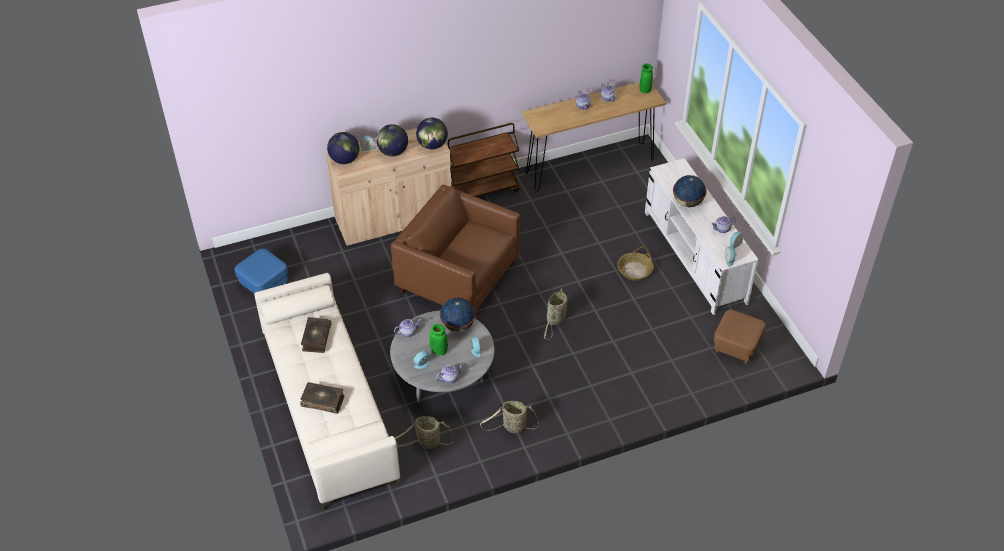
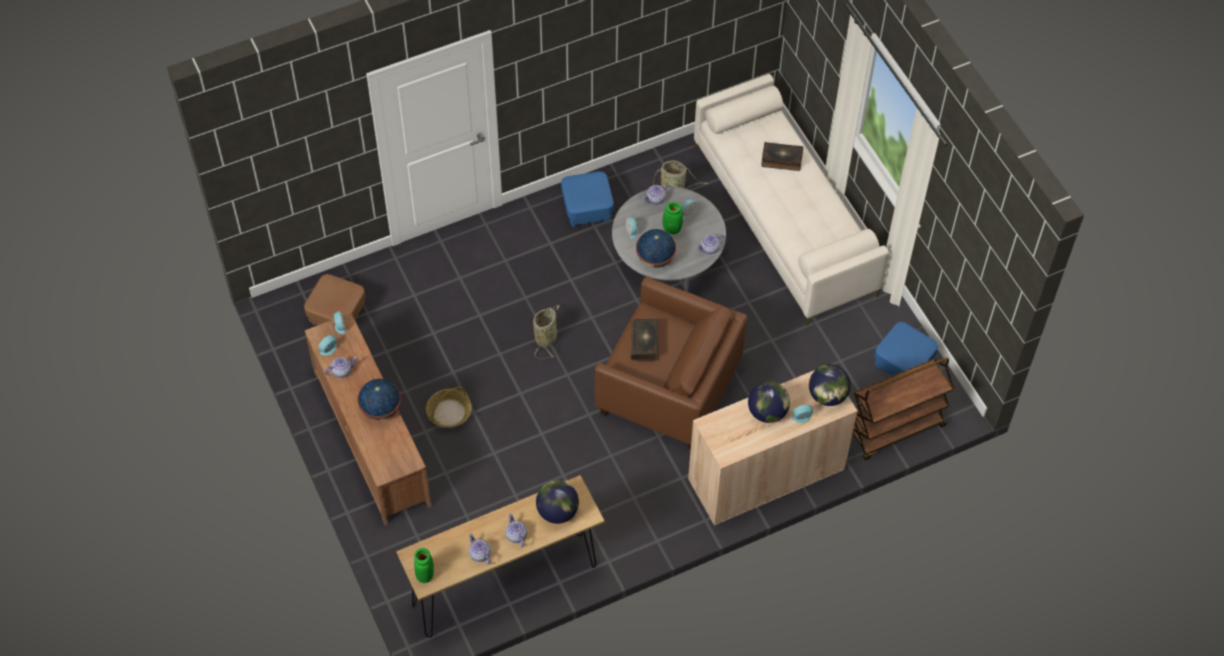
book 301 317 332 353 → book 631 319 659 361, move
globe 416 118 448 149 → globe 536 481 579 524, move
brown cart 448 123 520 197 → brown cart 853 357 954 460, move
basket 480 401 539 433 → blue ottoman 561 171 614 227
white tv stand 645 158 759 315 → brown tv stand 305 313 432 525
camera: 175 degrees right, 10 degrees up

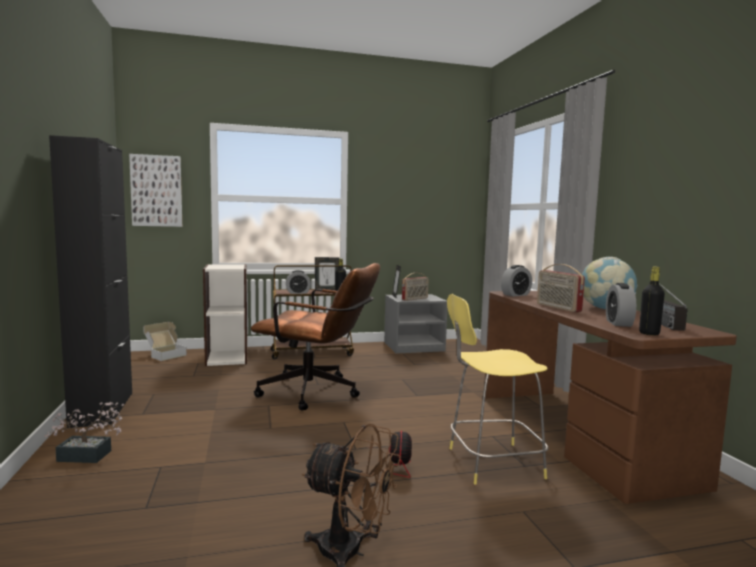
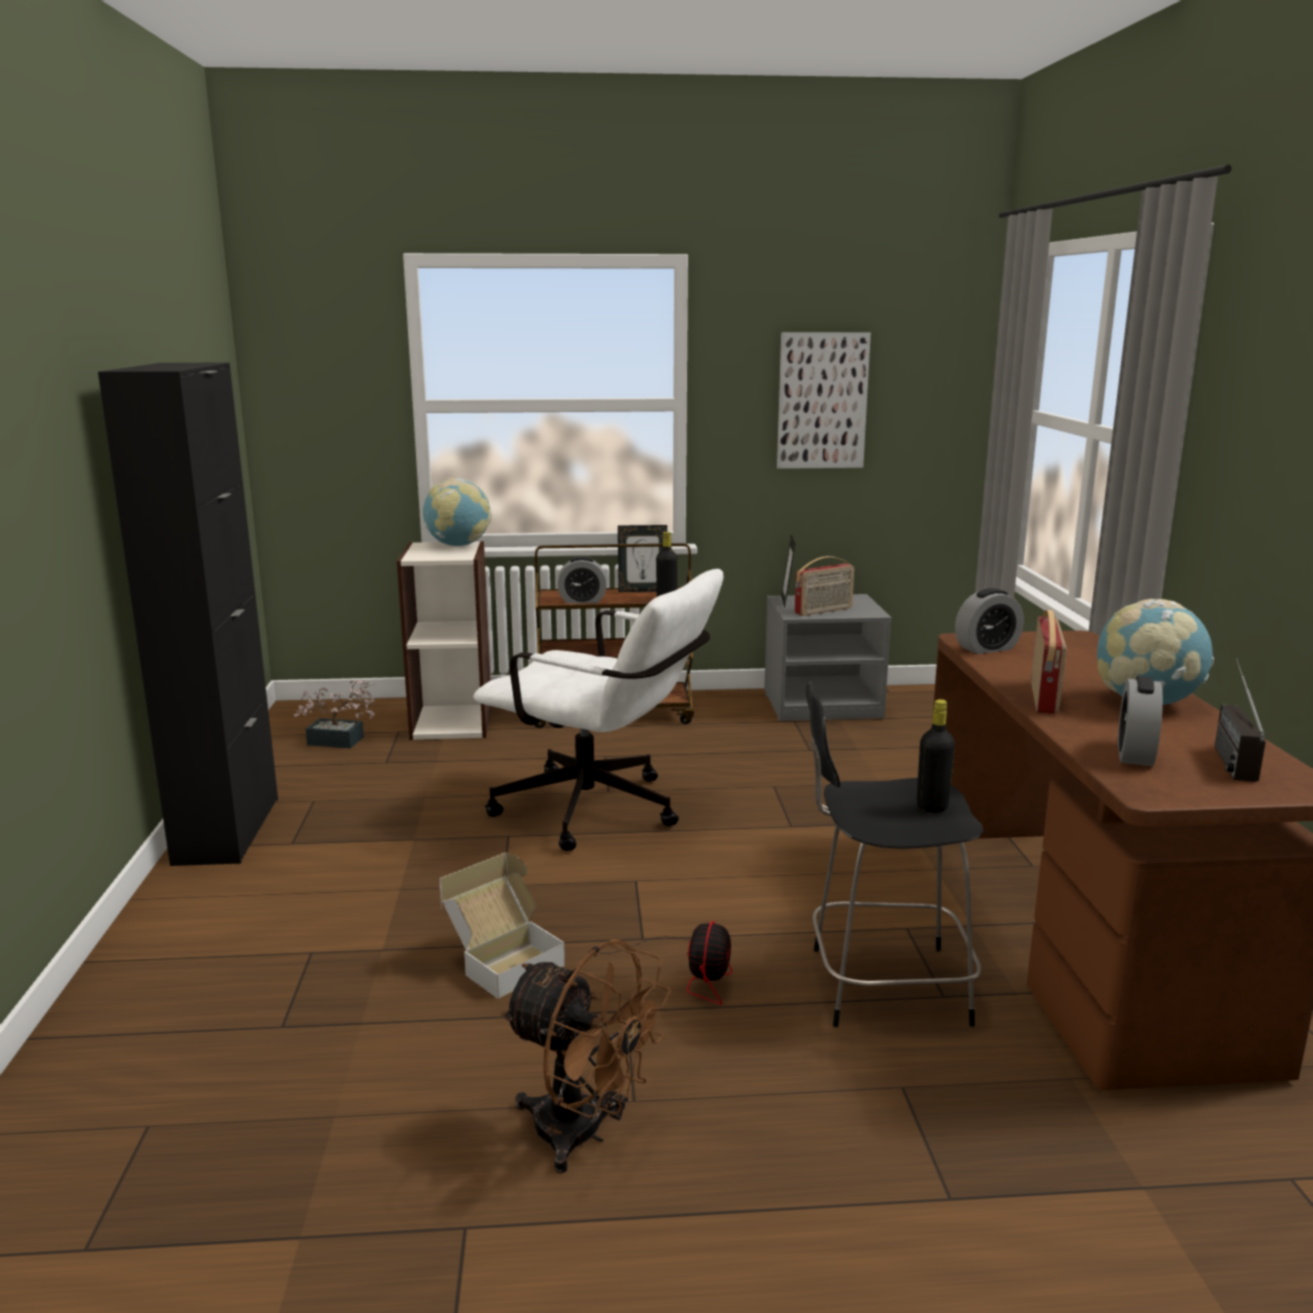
- → globe 423 478 492 546
potted plant 44 401 124 463 → potted plant 294 680 376 748, move
picture 129 154 182 227 → picture 777 332 871 469, move
cardboard box 144 322 187 361 → cardboard box 439 852 565 999, move
black bottle 639 266 665 335 → black bottle 917 699 955 813, move
brown office chair 251 263 380 411 → white office chair 473 569 723 851
yellow stool 447 294 549 484 → black stool 806 681 983 1027
radio 537 264 585 312 → radio 1031 610 1067 714, 150 degrees counterclockwise
camera: 10 degrees right, 10 degrees up

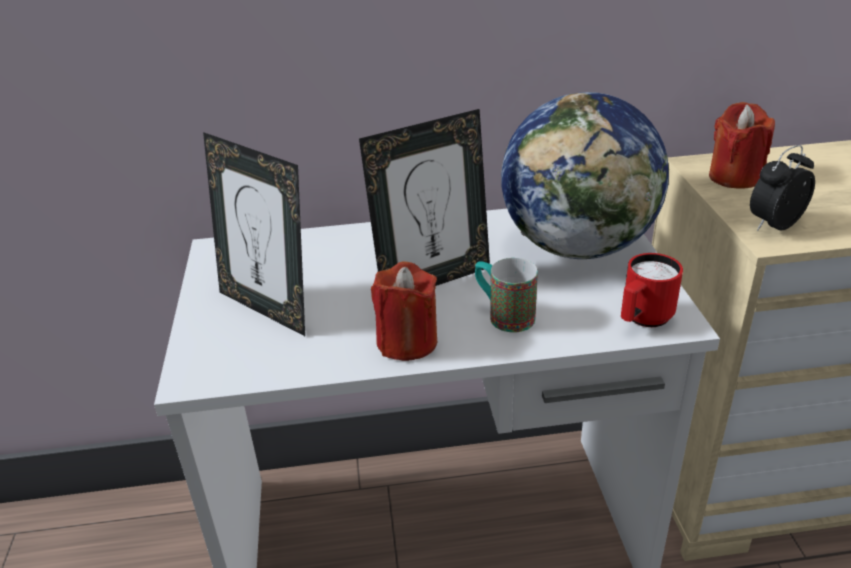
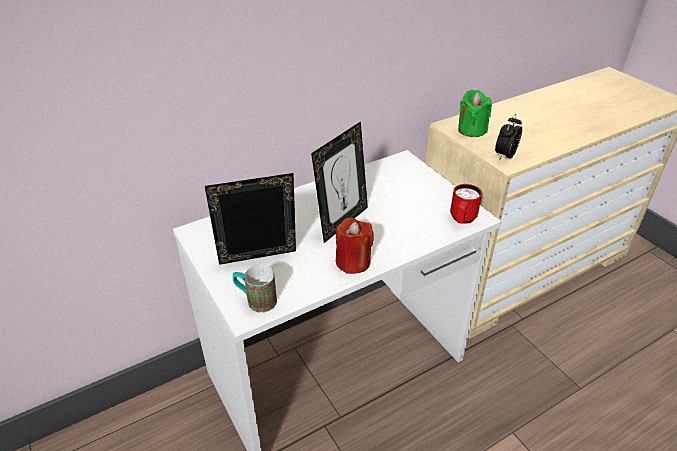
globe 501 92 669 259 → -
mug 475 258 538 333 → mug 232 265 277 313, move
red candle 709 102 775 189 → green candle 458 90 492 137
picture frame 203 132 305 336 → picture frame 205 173 296 265, 150 degrees clockwise
camera: 25 degrees left, 5 degrees up

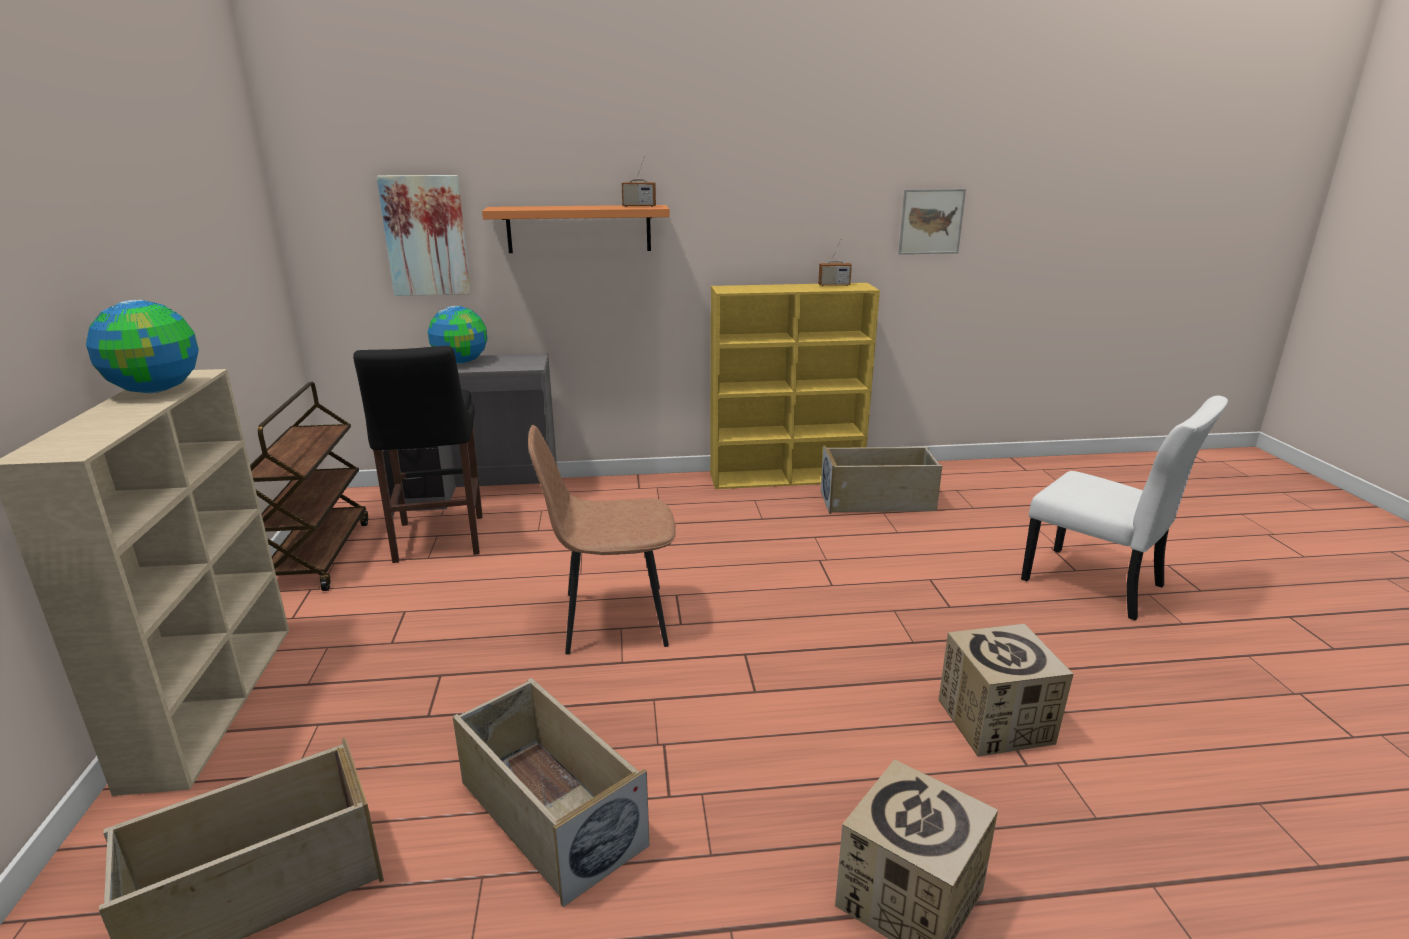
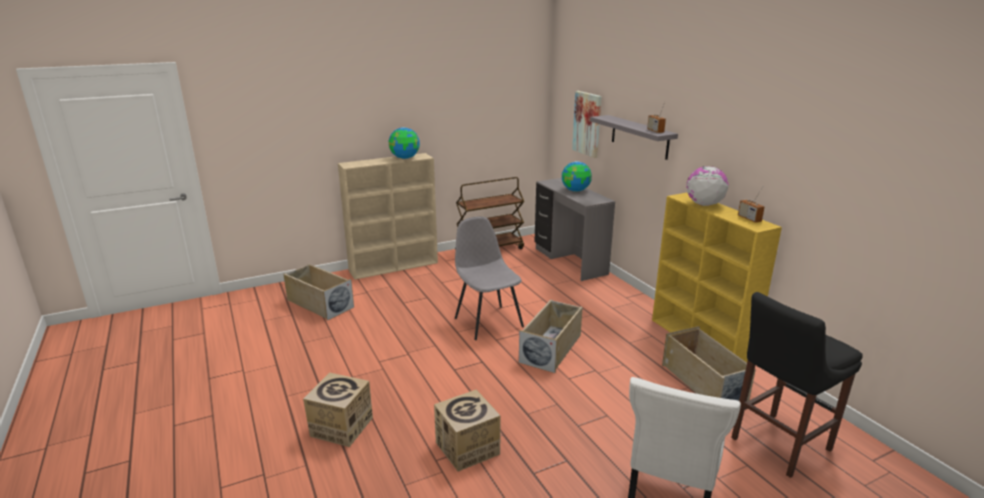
picture 898 189 966 254 → -
- → globe 686 166 729 206
black stool 353 346 483 563 → black stool 731 292 863 478, move
beige storage box 452 678 649 907 → beige storage box 519 300 583 373, move
orange shelf 482 205 670 253 → grey shelf 590 115 678 160
brown chair 528 425 676 655 → grey chair 455 216 524 340
camera: 70 degrees right, 0 degrees up

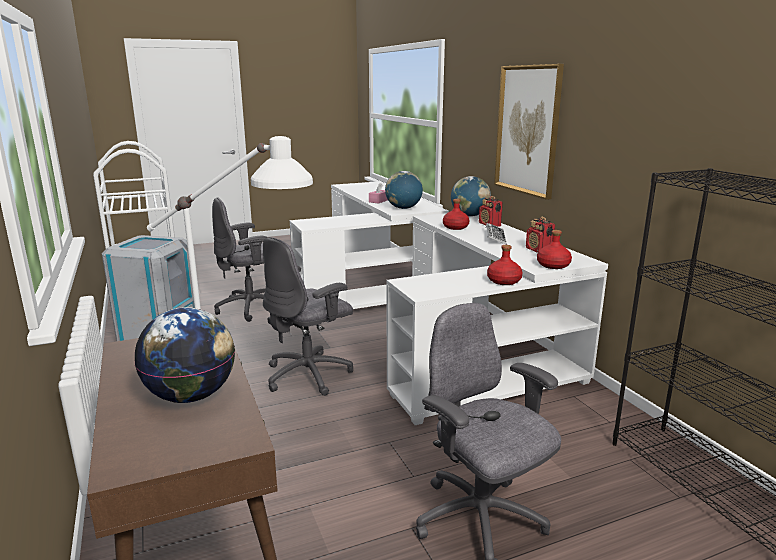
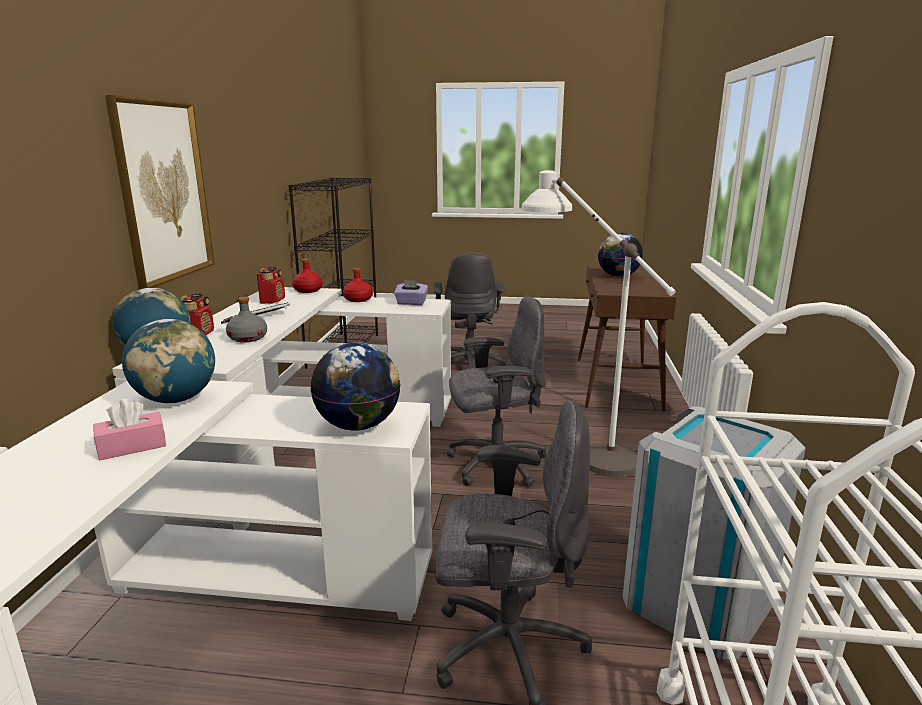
- → globe 310 342 401 431
- → purple tissue box 394 280 428 305
red bottle 443 199 469 230 → grey bottle 226 297 267 343
camera: 150 degrees left, 0 degrees up

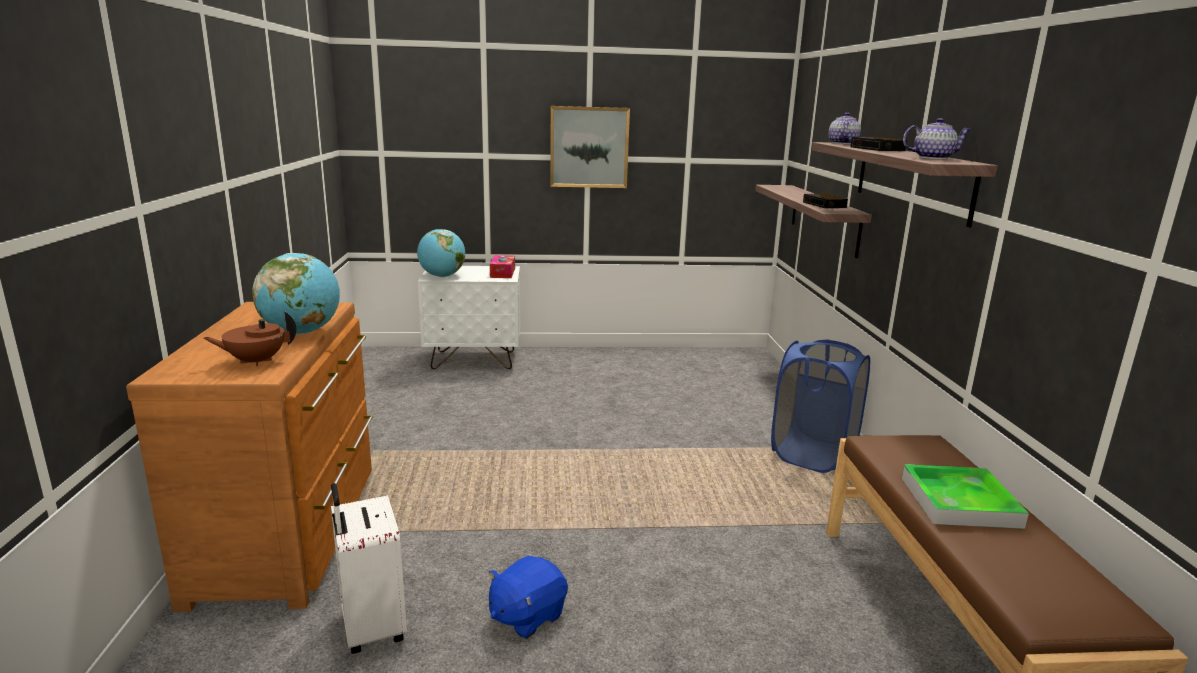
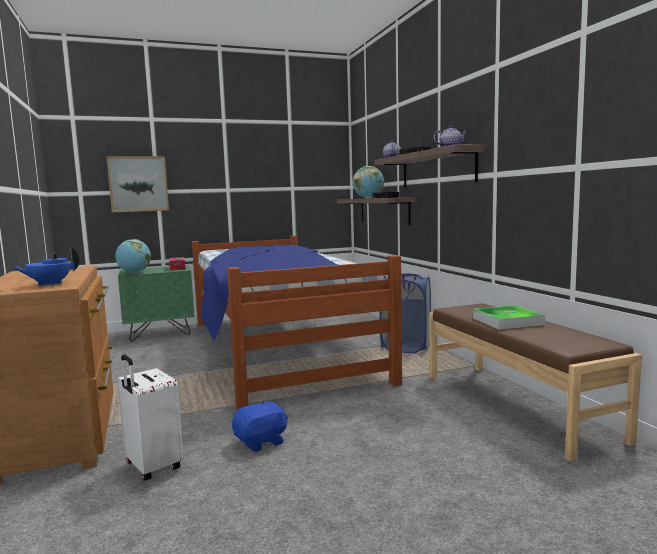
- → bed 192 235 402 411
globe 252 253 340 334 → globe 353 166 384 198, move
picture 550 106 630 188 → picture 106 156 169 212, move
brown teapot 203 311 296 366 → blue teapot 12 247 79 286
white nightstand 418 266 520 369 → green nightstand 118 265 195 341
blue plush toy 489 556 568 639 → blue plush toy 232 400 288 452, 150 degrees counterclockwise
camera: 15 degrees left, 10 degrees down

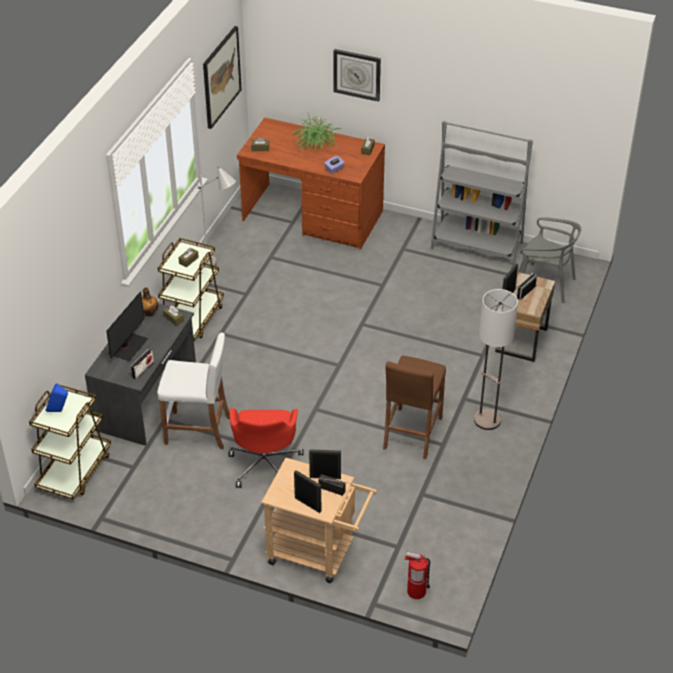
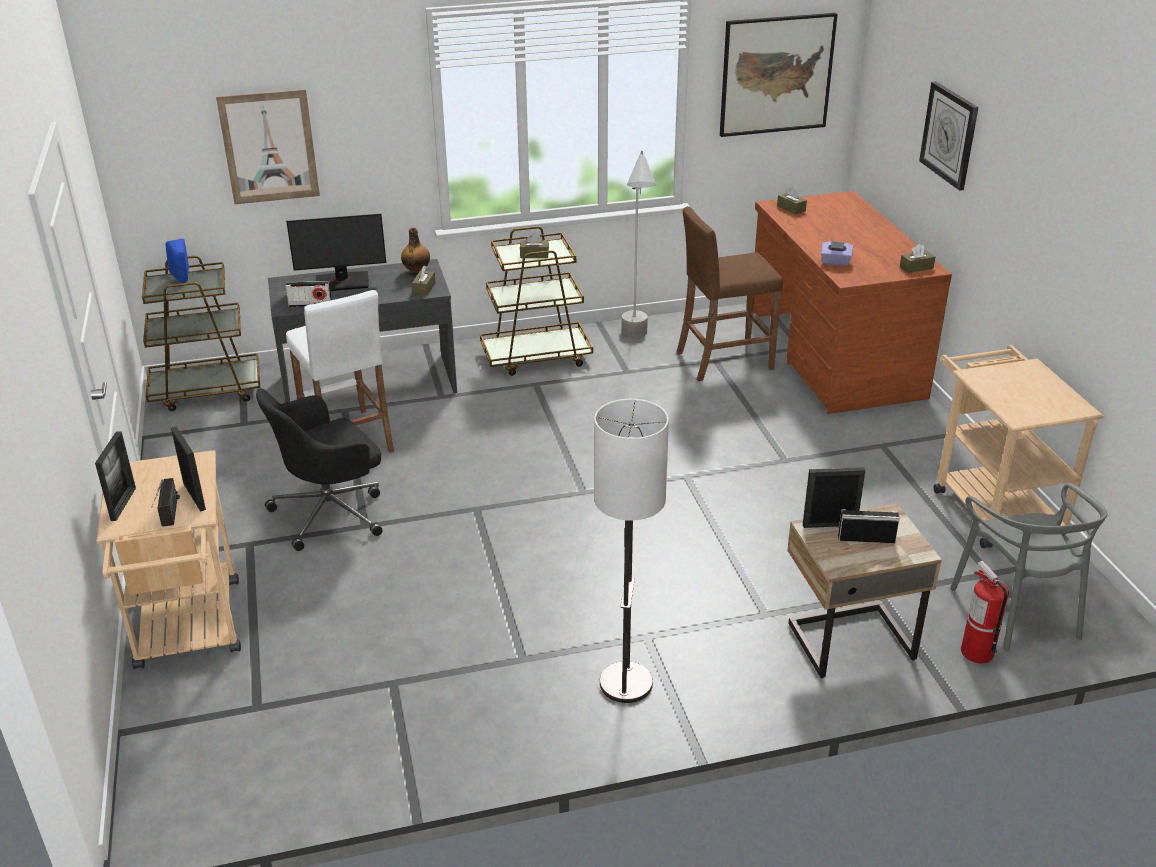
potted plant 292 113 341 154 → -
- → picture 216 89 320 204
brown stool 383 356 446 459 → brown stool 676 206 783 381, move
fire extinguisher 404 552 430 599 → fire extinguisher 961 561 1009 663, move
grey bookcase 431 121 533 269 → beige cart 933 345 1104 549
red office chair 229 408 304 488 → black office chair 256 388 382 551
camera: 55 degrees right, 10 degrees down

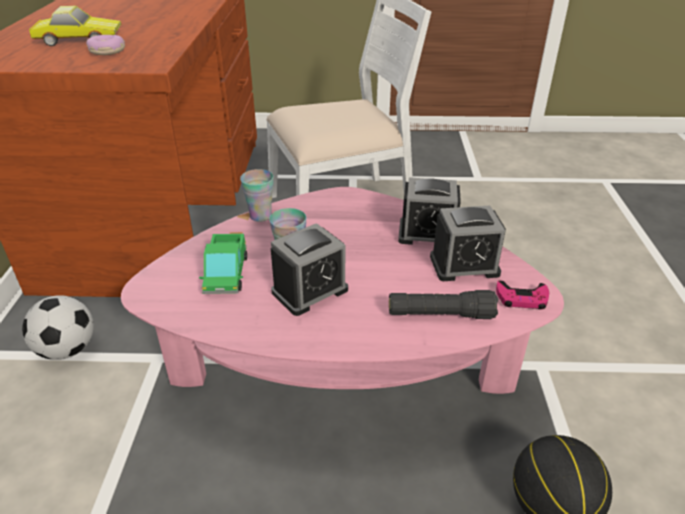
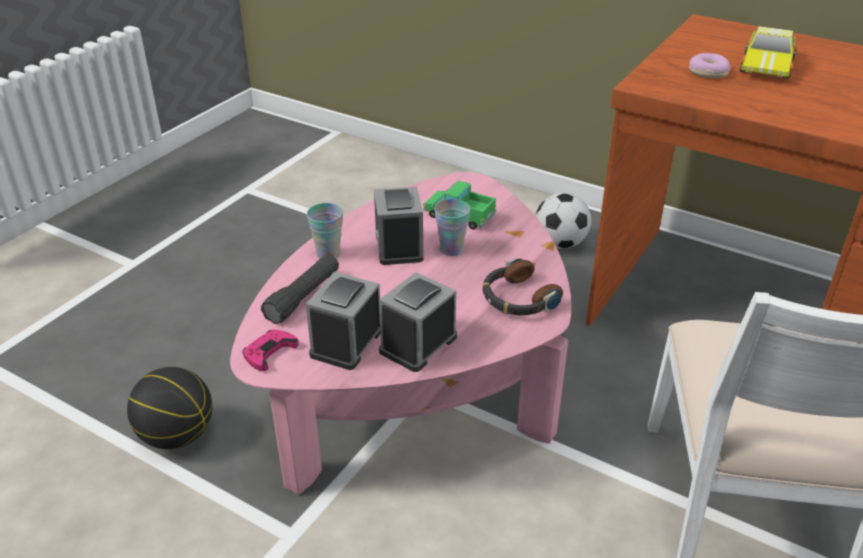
- → headphones 483 258 563 315
cup 240 169 274 222 → cup 307 203 343 259, move
camera: 120 degrees right, 0 degrees up

